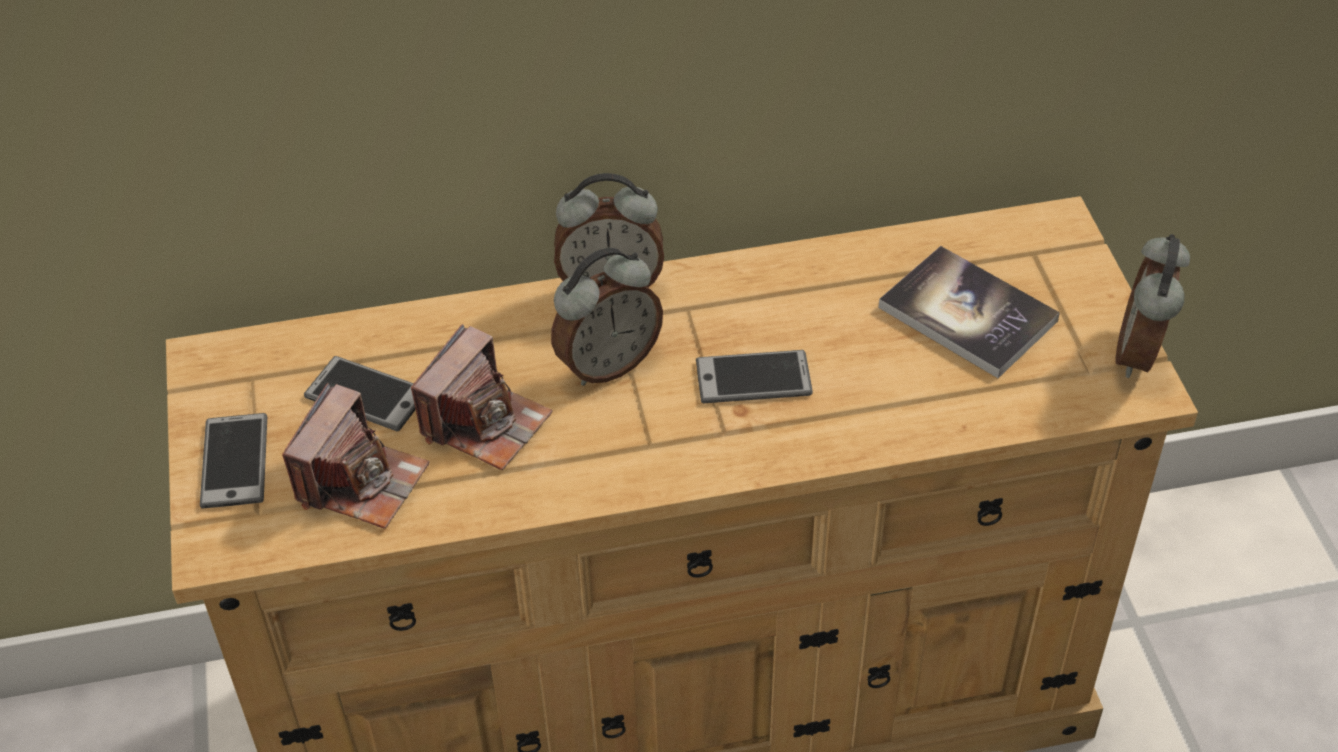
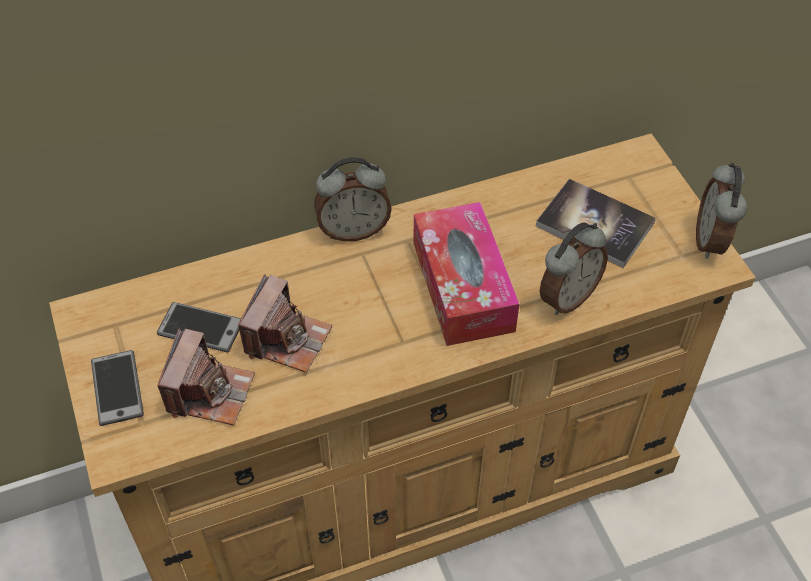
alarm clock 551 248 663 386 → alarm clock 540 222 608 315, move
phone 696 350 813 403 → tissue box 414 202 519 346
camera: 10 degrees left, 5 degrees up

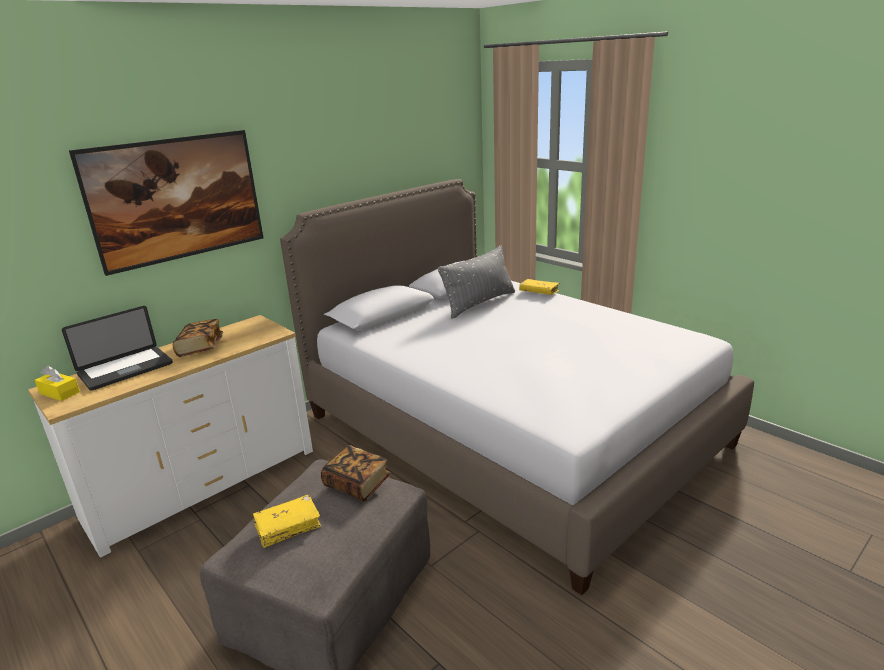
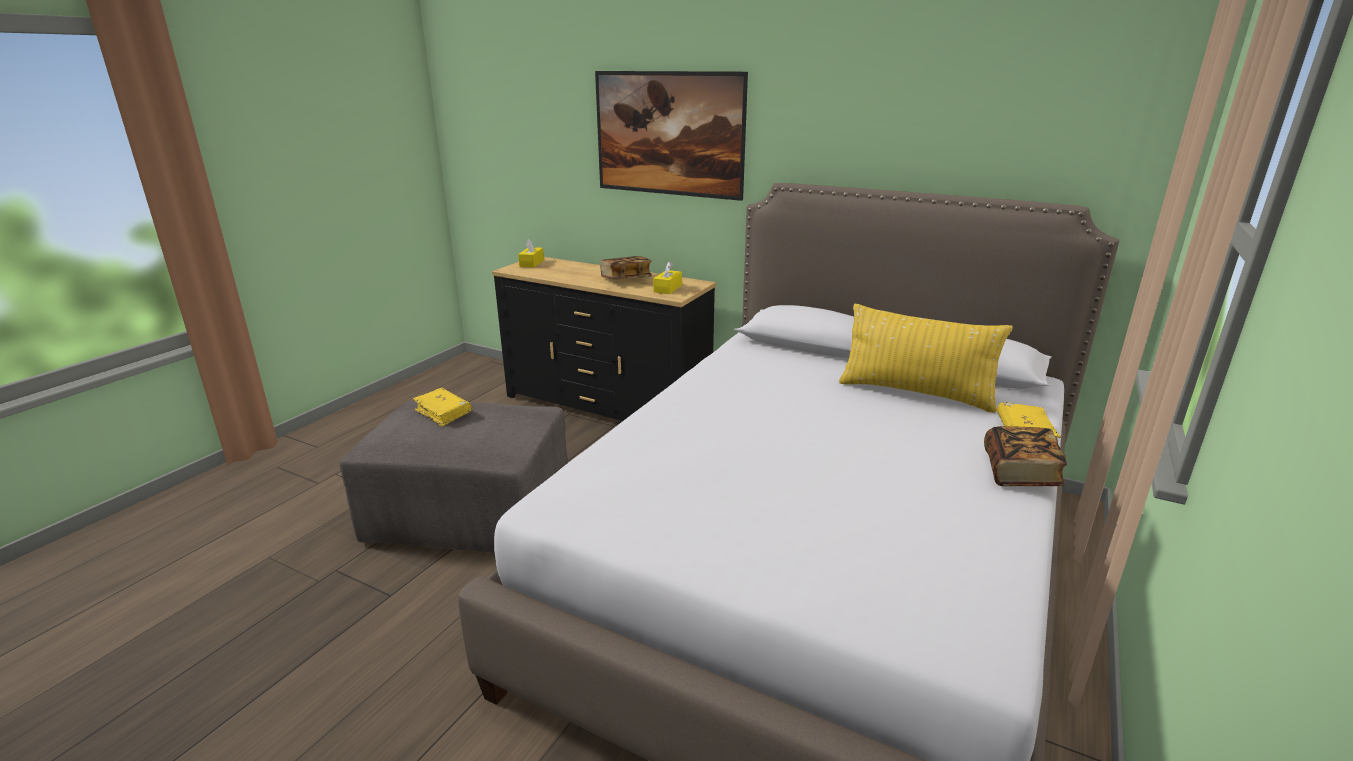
laptop 62 306 173 390 → -
- → yellow tissue box 653 261 682 294
book 321 445 391 502 → book 984 426 1067 486, move
white dresser 28 315 313 558 → black dresser 492 257 716 421
grey pillow 438 245 515 319 → yellow pillow 839 304 1013 413
camera: 70 degrees right, 0 degrees up

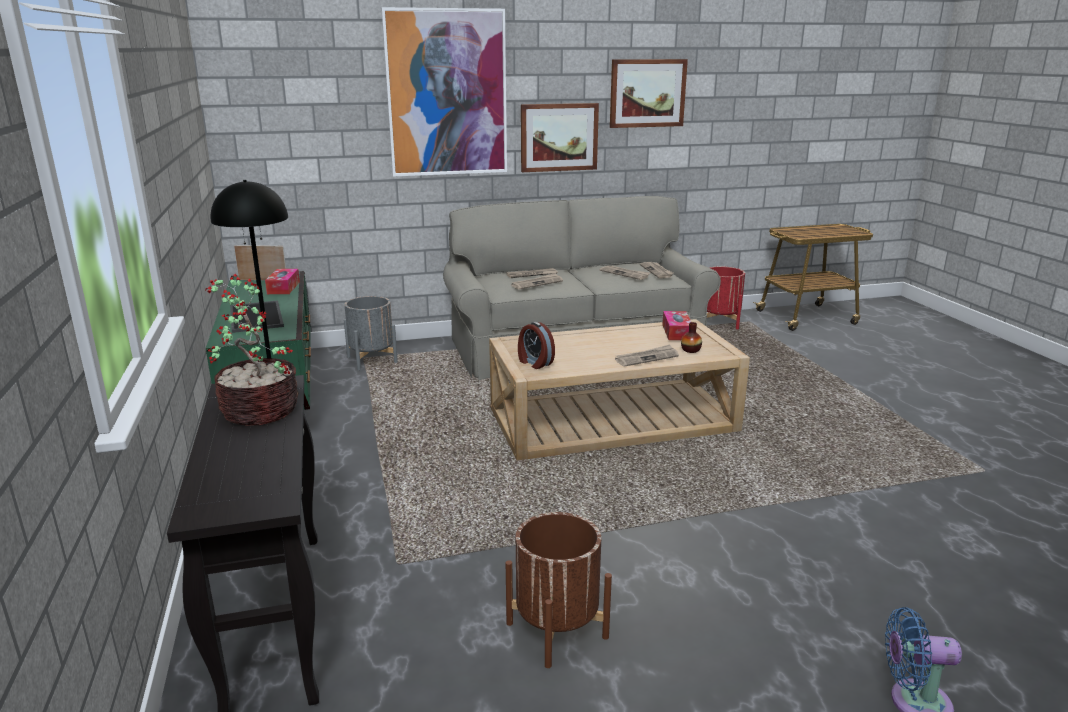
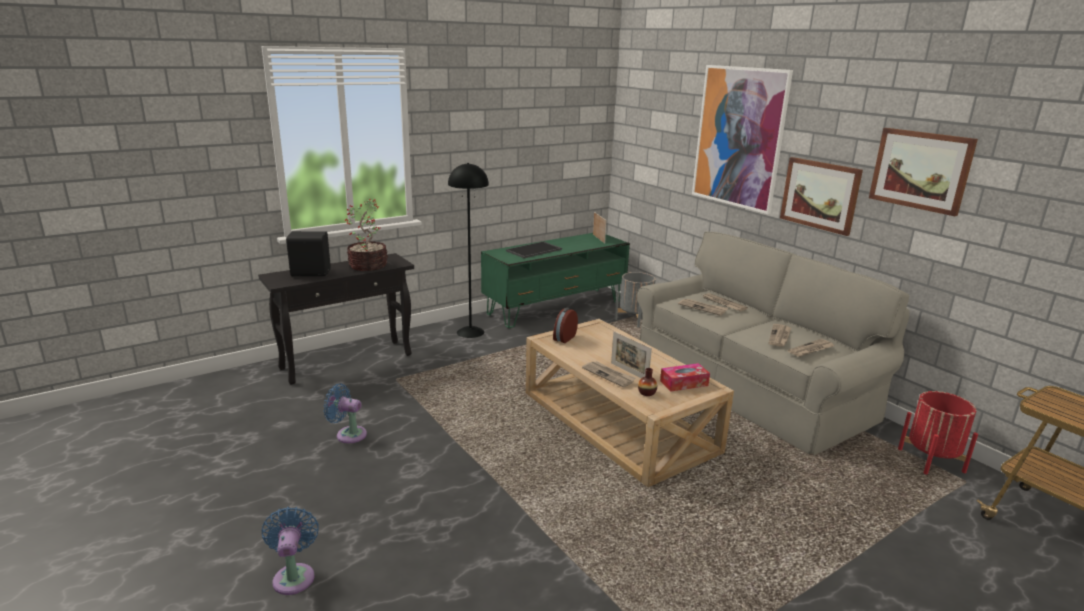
tissue box 265 269 300 294 → -
- → black speaker 286 231 331 276
- → picture frame 611 331 652 378
brown planter 506 512 612 668 → blue fan 323 384 367 443
camera: 70 degrees right, 0 degrees up

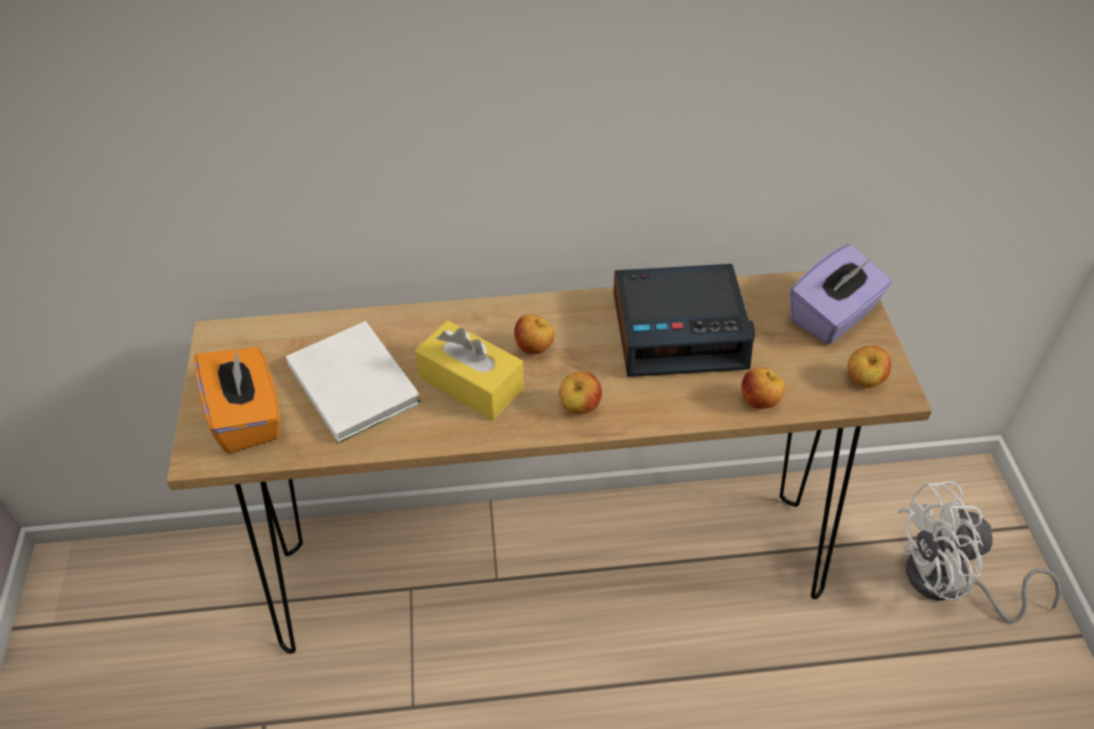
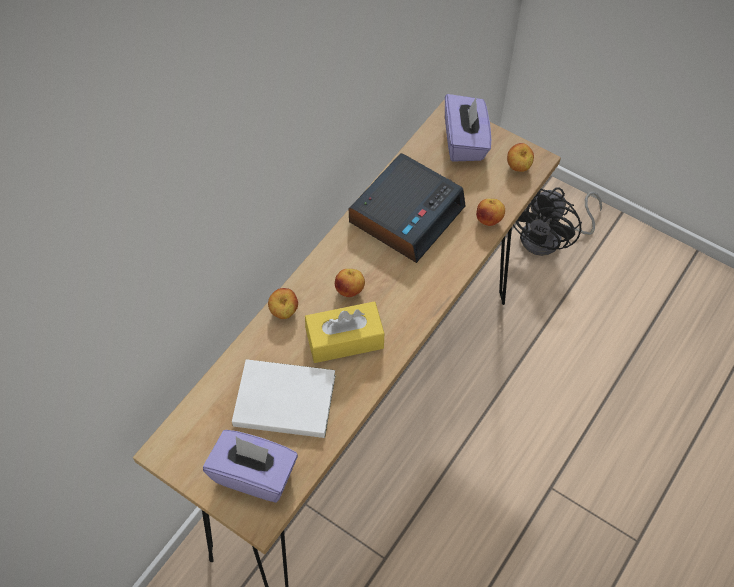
apple 559 372 602 414 → apple 268 288 298 319, move
orange tissue box 194 347 281 453 → purple tissue box 203 430 298 503
white fan 897 481 1061 623 → black fan 513 188 602 256
camera: 50 degrees left, 10 degrees up

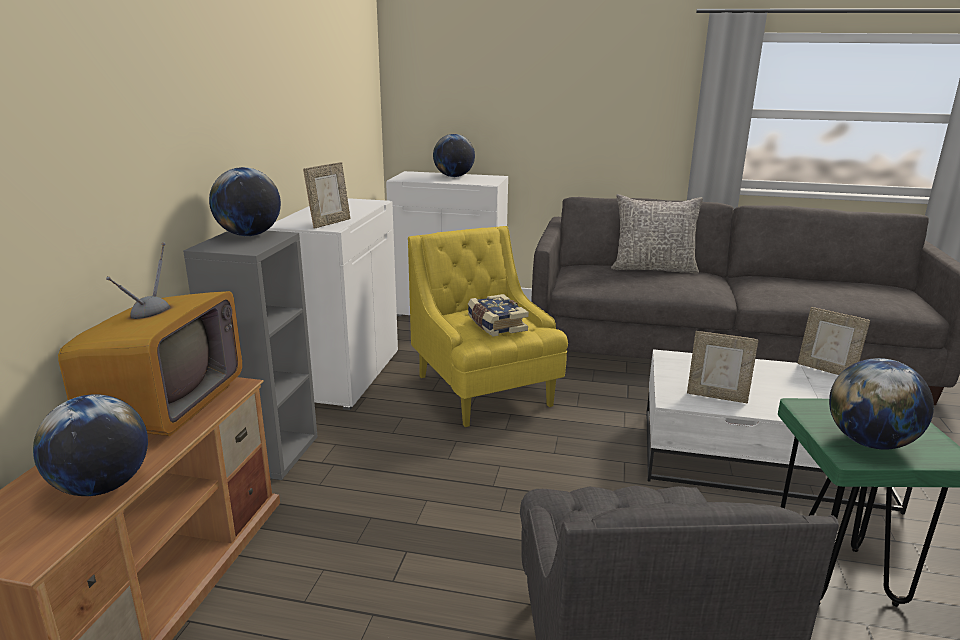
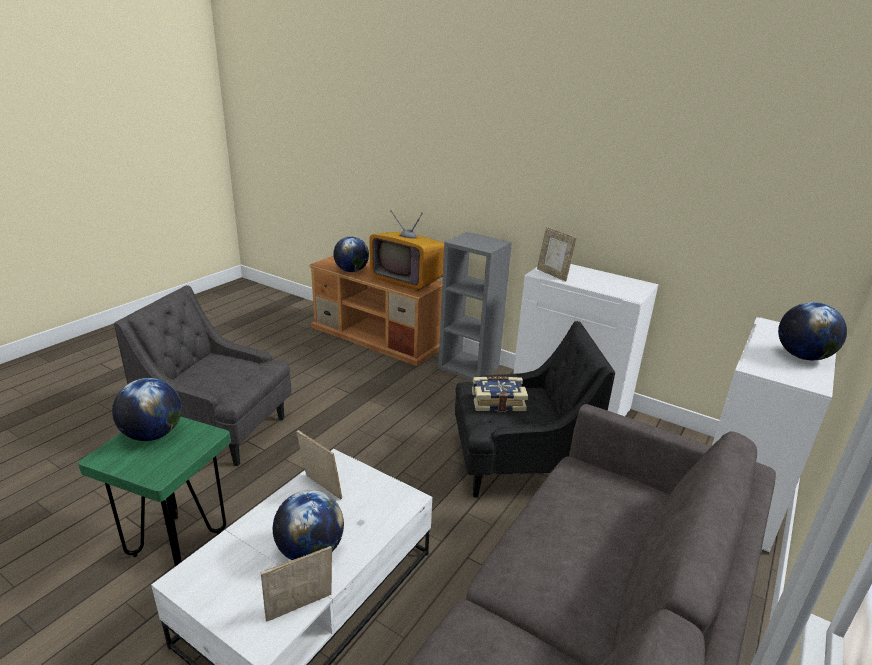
grey pillow 611 194 703 273 → -
globe 209 167 281 236 → globe 273 490 344 560, move
yellow armchair 408 226 568 427 → black armchair 455 321 615 497
picture frame 687 331 759 403 → picture frame 296 430 342 499, 90 degrees clockwise
camera: 110 degrees right, 5 degrees up

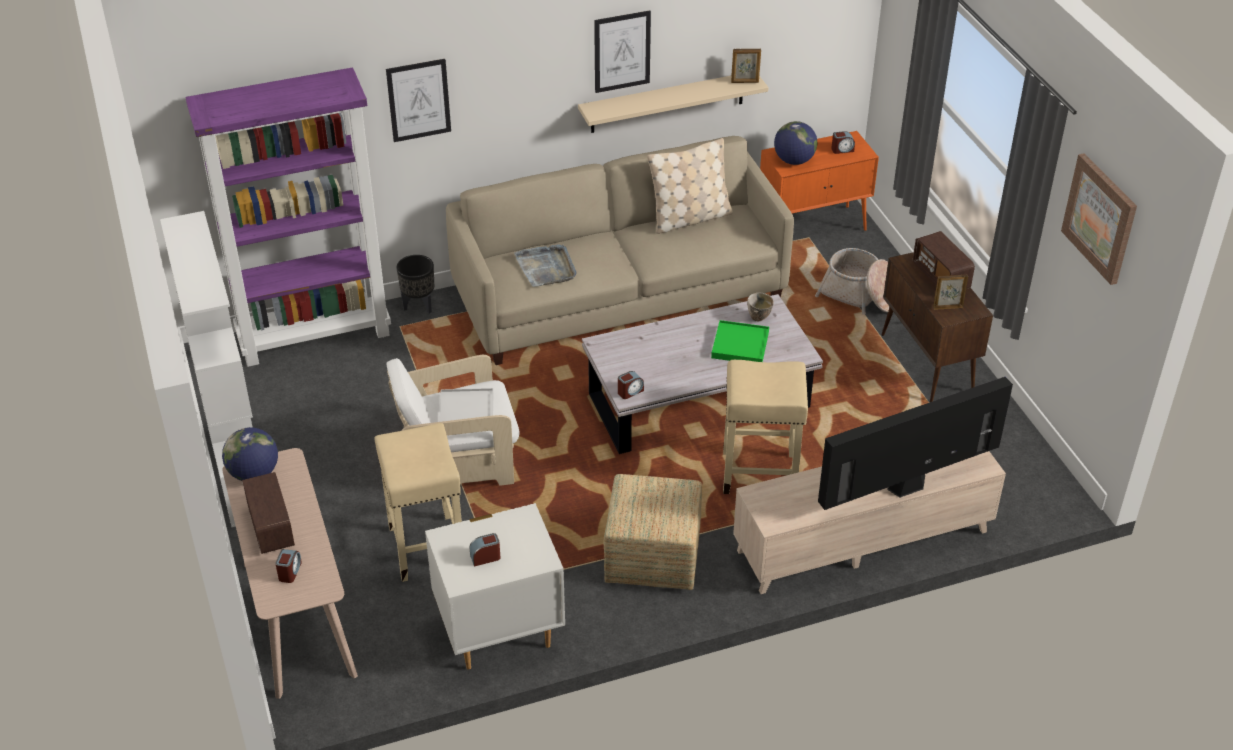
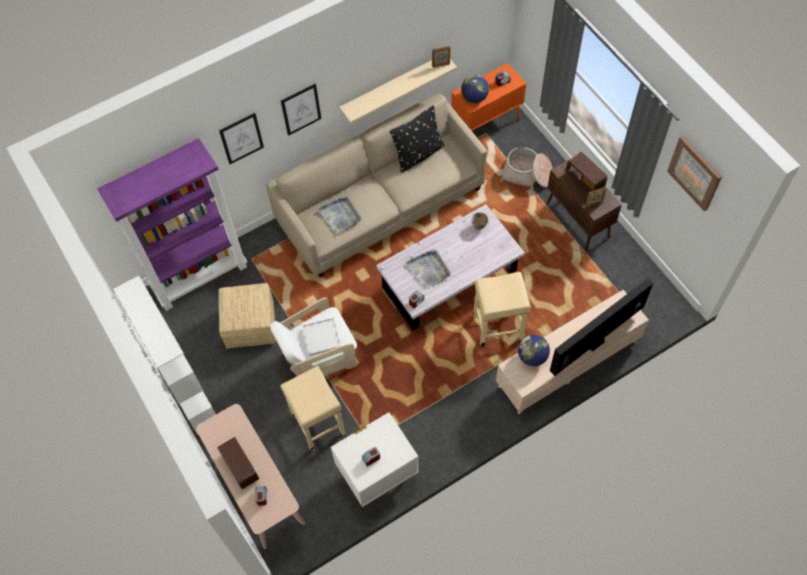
black planter 397 255 434 313 → -
green tray 711 320 769 362 → -
- → grey tray 406 250 451 289
globe 222 427 278 481 → globe 518 335 550 366, move
picture 594 10 651 93 → picture 281 84 321 136, move
ottoman 603 474 702 590 → ottoman 218 283 276 349, move
beige pillow 647 138 733 234 → black pillow 390 105 444 172
camera: 10 degrees left, 20 degrees up

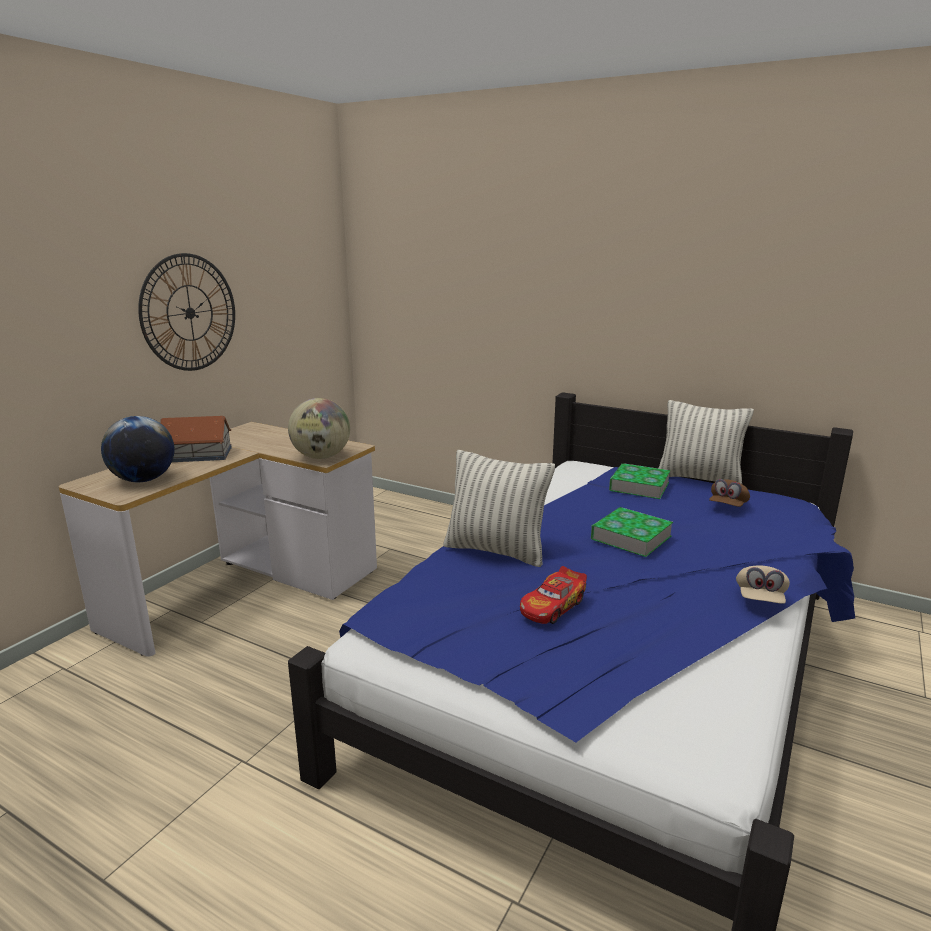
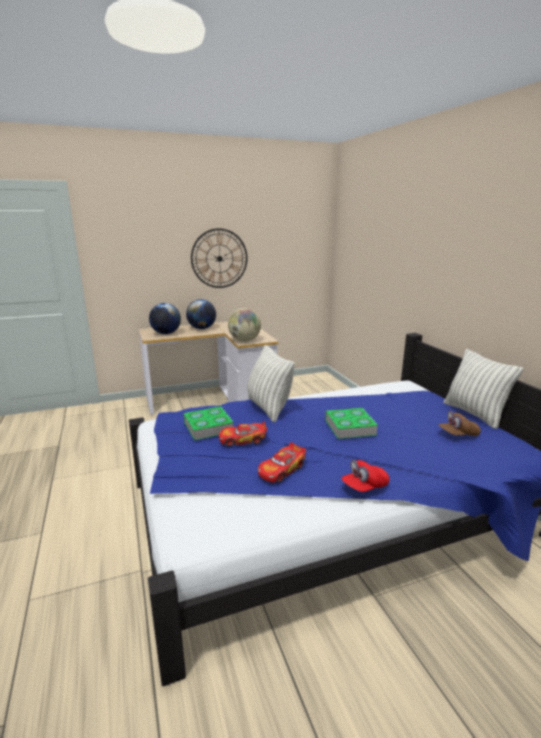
- → toy car 258 442 306 483
book 609 463 670 499 → book 183 406 234 441, move
toy house 160 416 232 462 → globe 186 299 216 329
beige cap 736 565 790 604 → red cap 341 460 390 492
camera: 40 degrees right, 0 degrees up

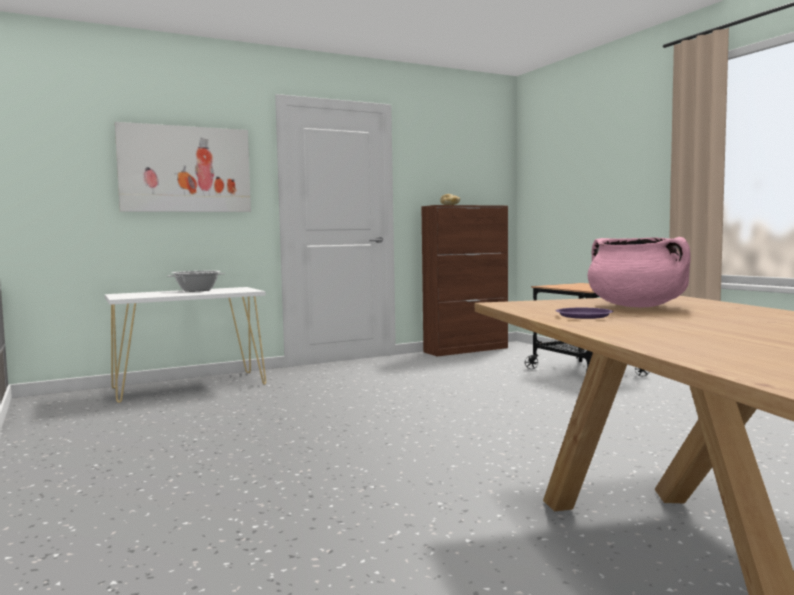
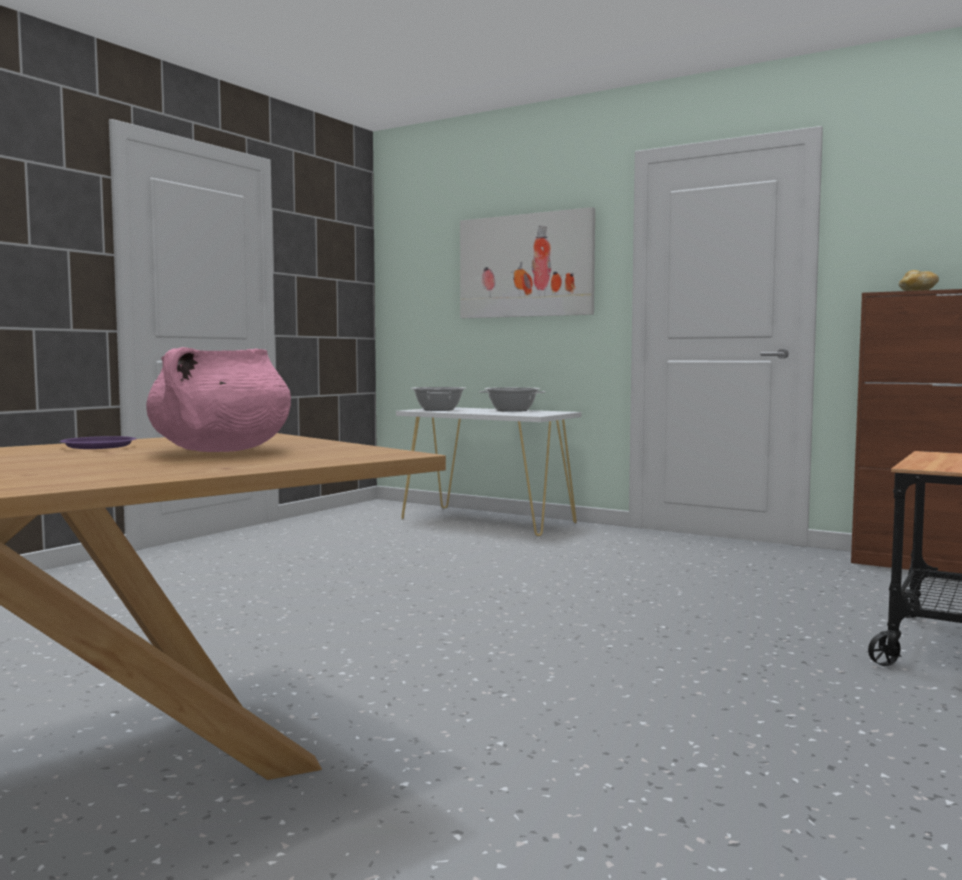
- → cooking pot 411 387 466 411
camera: 60 degrees right, 0 degrees up

